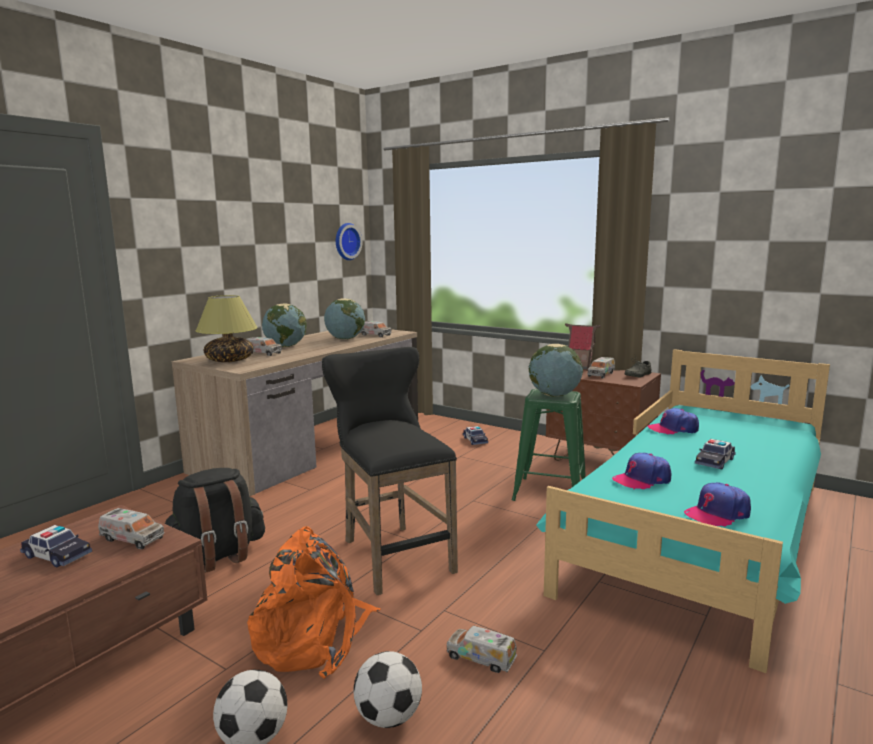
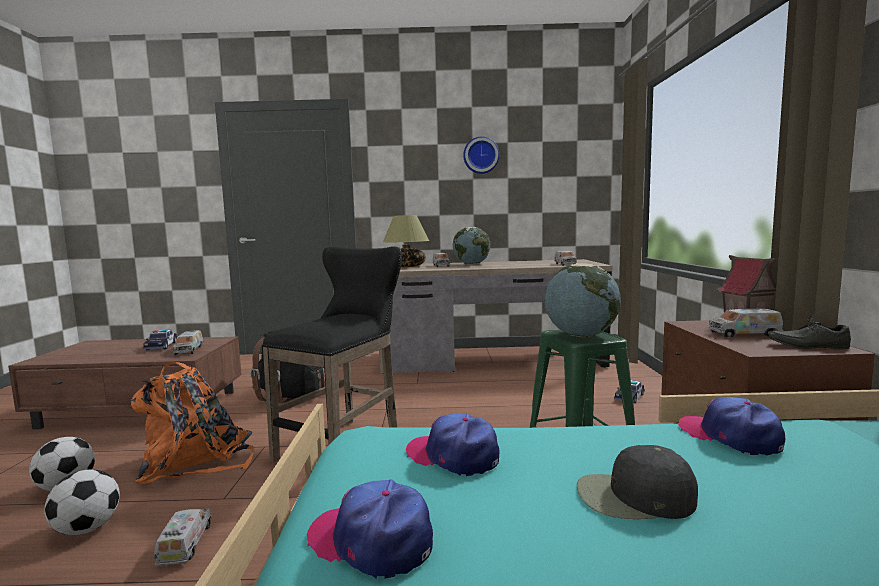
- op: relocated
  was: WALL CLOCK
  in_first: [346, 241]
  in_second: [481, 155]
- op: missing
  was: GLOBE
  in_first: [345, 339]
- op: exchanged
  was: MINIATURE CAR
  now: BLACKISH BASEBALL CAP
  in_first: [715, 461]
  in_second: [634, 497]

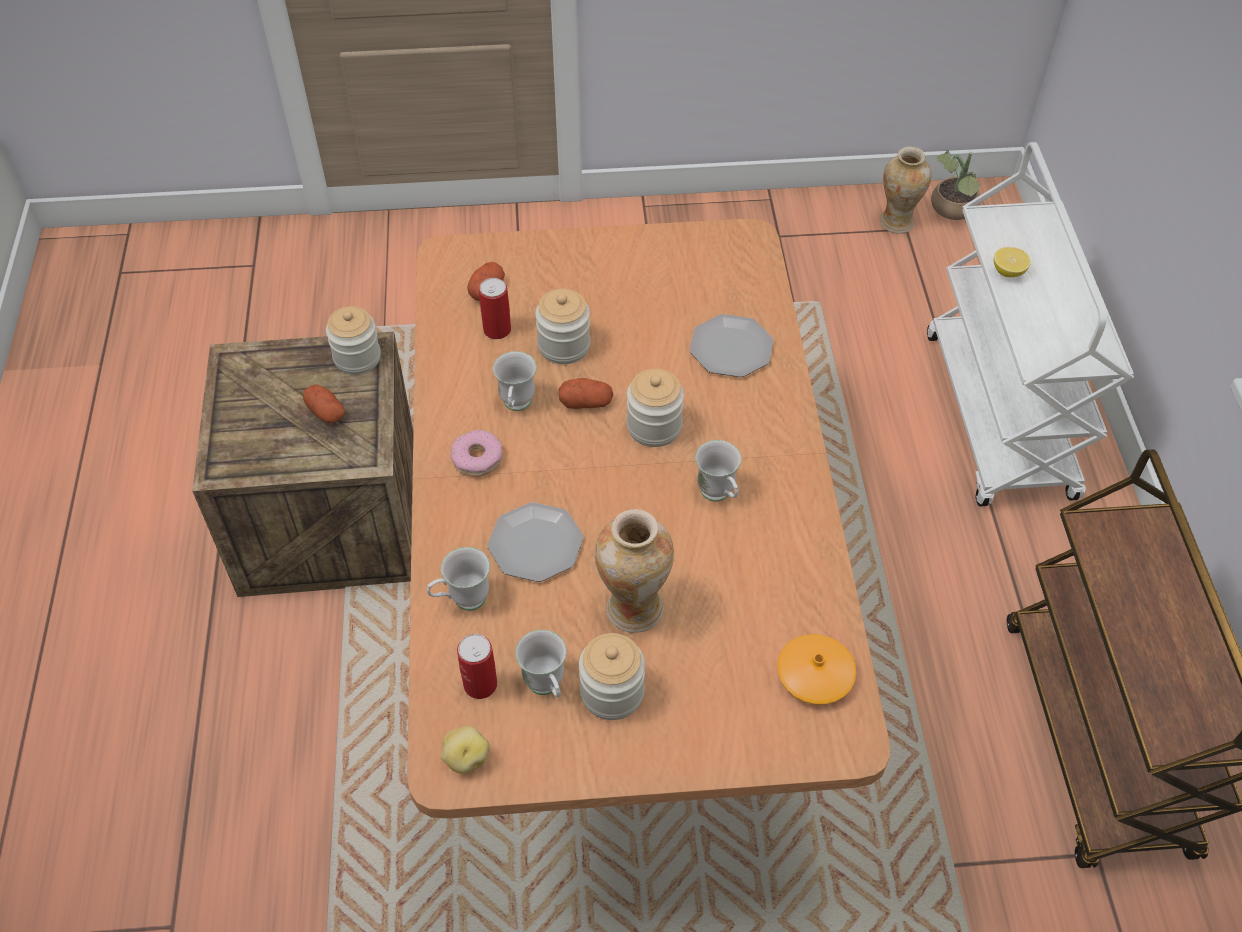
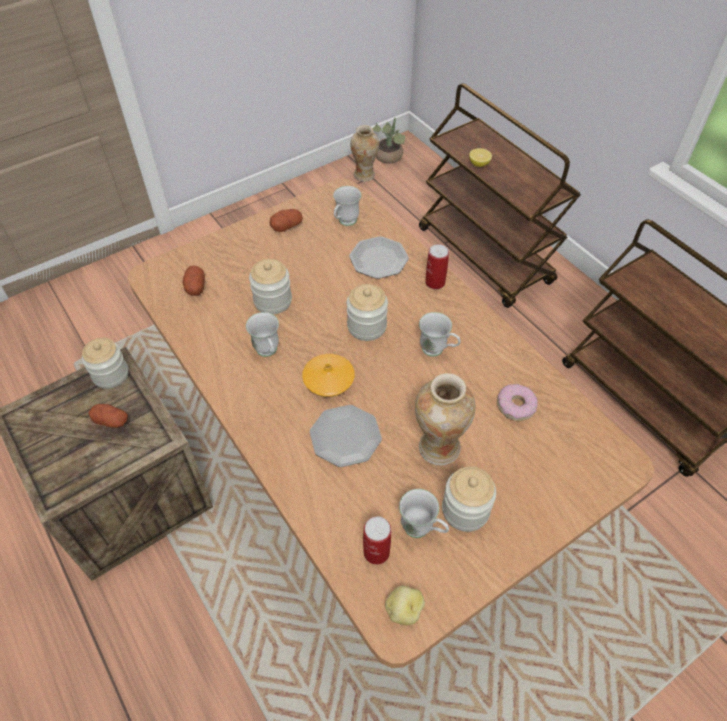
- op: colour
  was: WHITE WHEELED CART
  now: BROWN-COLOURED WHEELED CART
  in_first: [1000, 417]
  in_second: [485, 256]
- op: relocated
  was: SEALED CAN
  in_first: [497, 330]
  in_second: [435, 282]
- op: relocated
  was: SPUD
  in_first: [586, 402]
  in_second: [287, 226]
- op: relocated
  was: DONUT
  in_first: [477, 458]
  in_second: [515, 406]
- op: relocated
  was: WHITE COFFEE MUG
  in_first: [462, 601]
  in_second: [345, 223]
- op: relocated
  was: ORANGE VASE
  in_first: [815, 675]
  in_second: [328, 380]

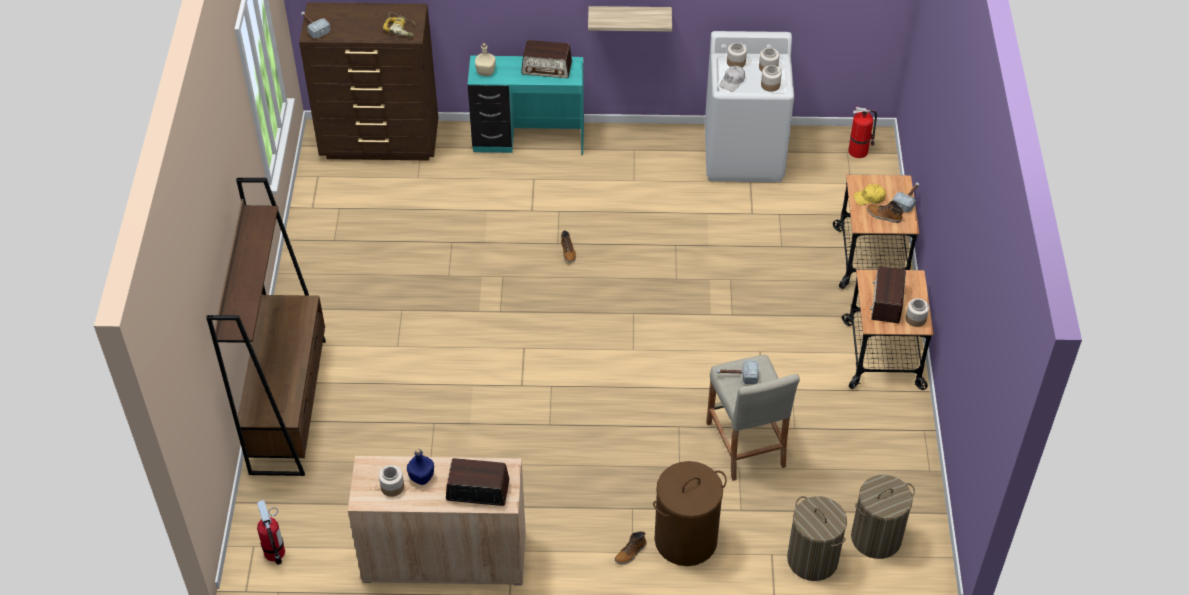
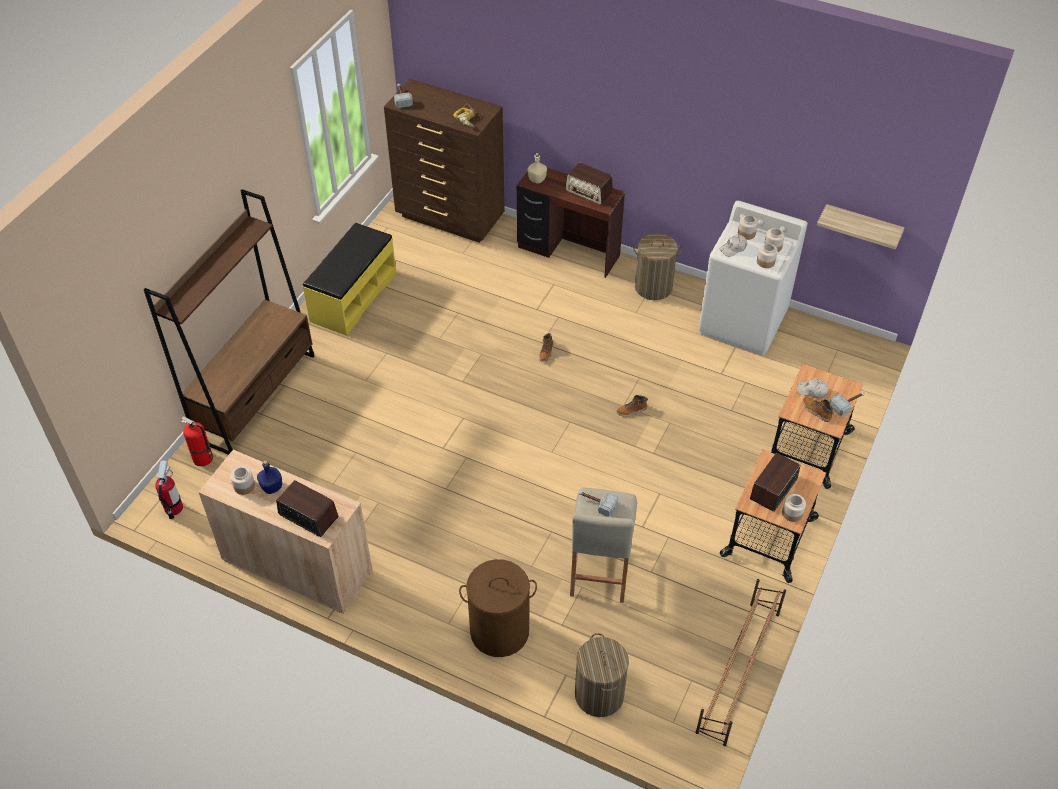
- op: relocated
  was: SHELF
  in_first: [629, 18]
  in_second: [862, 226]
- op: colour
  was: TURQUOISE DESK TABLE
  now: BROWN-COLOURED DESK TABLE
  in_first: [529, 140]
  in_second: [568, 252]
- op: relocated
  was: EXTINGUISHER
  in_first: [859, 151]
  in_second: [204, 458]
- op: colour
  was: YELLOWISH BASEBALL CAP
  now: WHITE BASEBALL CAP
  in_first: [869, 198]
  in_second: [812, 391]
- op: relocated
  was: LAUNDRY BASKET
  in_first: [876, 537]
  in_second: [653, 287]
- op: relocated
  was: HIGH-TOP BOOT
  in_first: [630, 552]
  in_second: [631, 410]
- op: appeared
  now: YELLOWISH BENCH
  in_second: [353, 297]
- op: appeared
  now: BROWN-COLOURED SHOE RACK
  in_second: [738, 672]

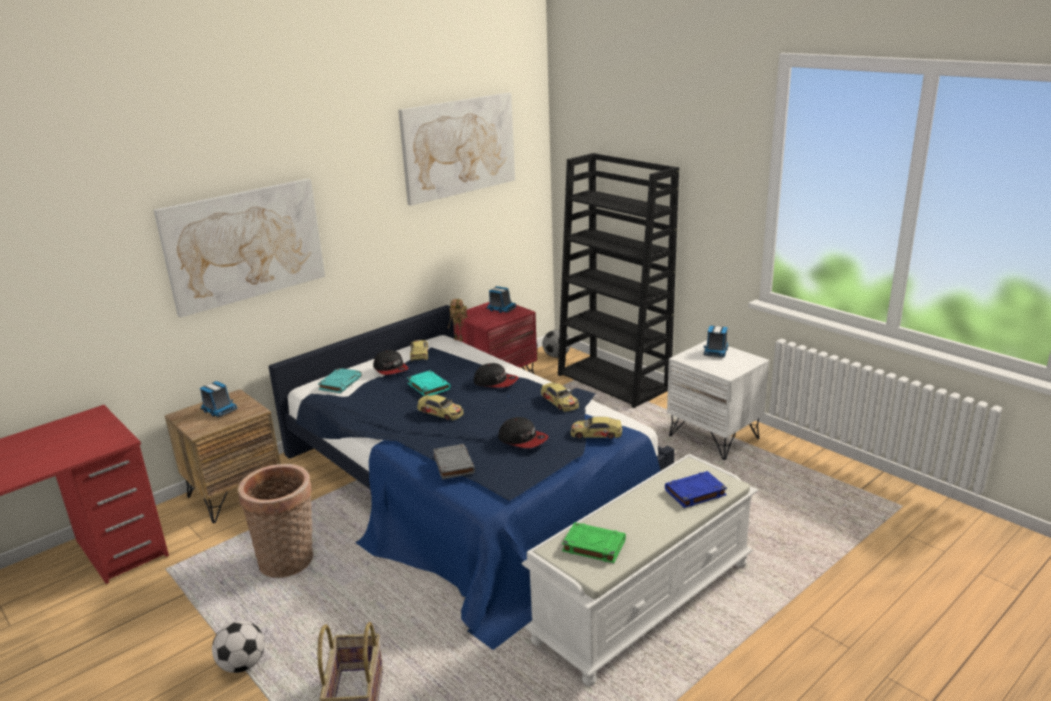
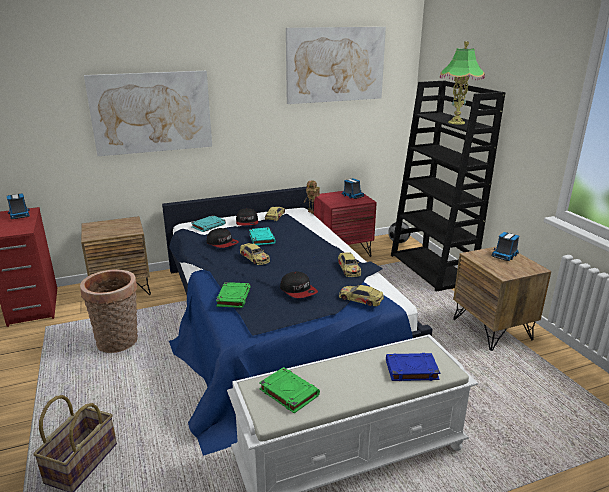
- op: colour
  was: WHITE NIGHTSTAND
  now: BROWN-COLOURED NIGHTSTAND
  in_first: [714, 437]
  in_second: [492, 329]
- op: relocated
  was: BASEBALL CAP
  in_first: [496, 382]
  in_second: [222, 243]
- op: relocated
  was: MODEL TRUCK
  in_first: [219, 410]
  in_second: [19, 215]
- op: colour
  was: GRAY VOLUME
  now: GREEN VOLUME
  in_first: [453, 464]
  in_second: [233, 297]
- op: missing
  was: FOOTBALL BALL
  in_first: [242, 665]
- op: appeared
  now: LAMP FOR A TABLE
  in_second: [456, 122]

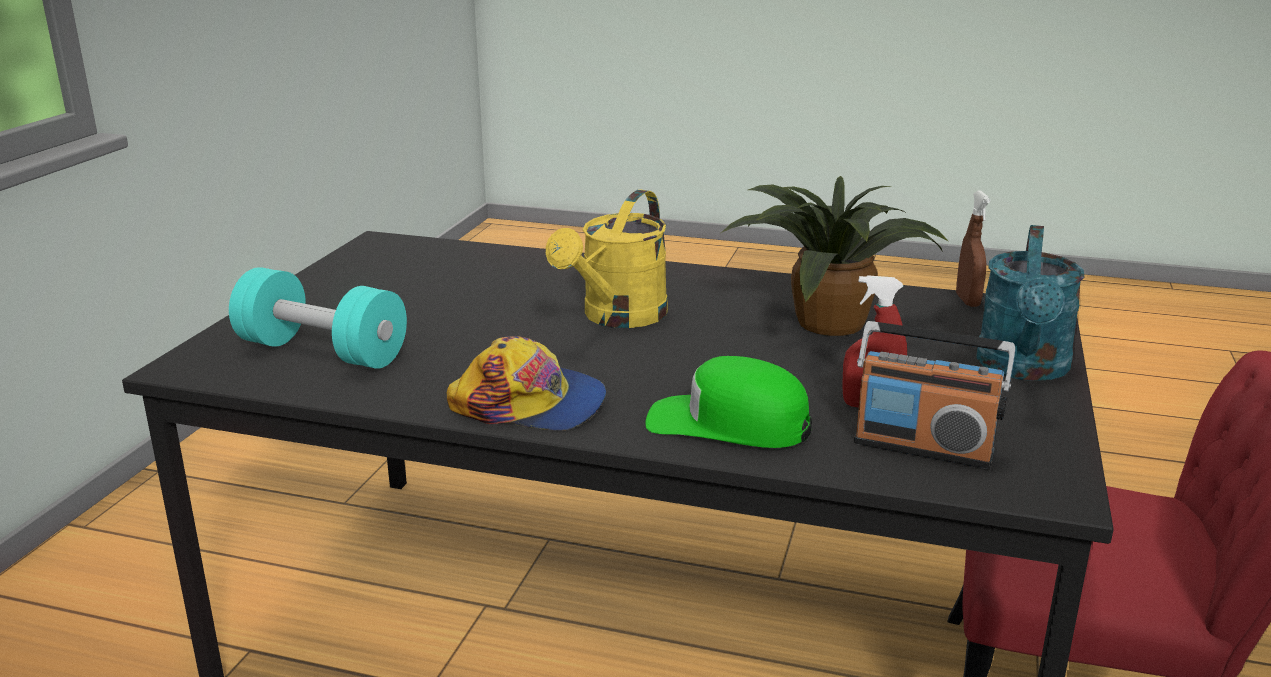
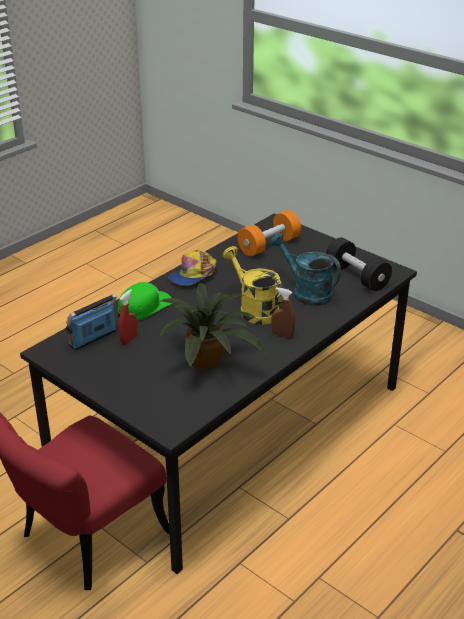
- op: relocated
  was: BROWN-COLOURED SPRAYER
  in_first: [967, 301]
  in_second: [282, 335]
- op: relocated
  was: TURQUOISE WATERING CAN
  in_first: [1023, 368]
  in_second: [306, 292]
- op: colour
  was: TURQUOISE DUMBBELL
  now: ORANGE DUMBBELL
  in_first: [322, 351]
  in_second: [269, 245]
- op: appeared
  now: BLACKISH DUMBBELL
  in_second: [356, 277]

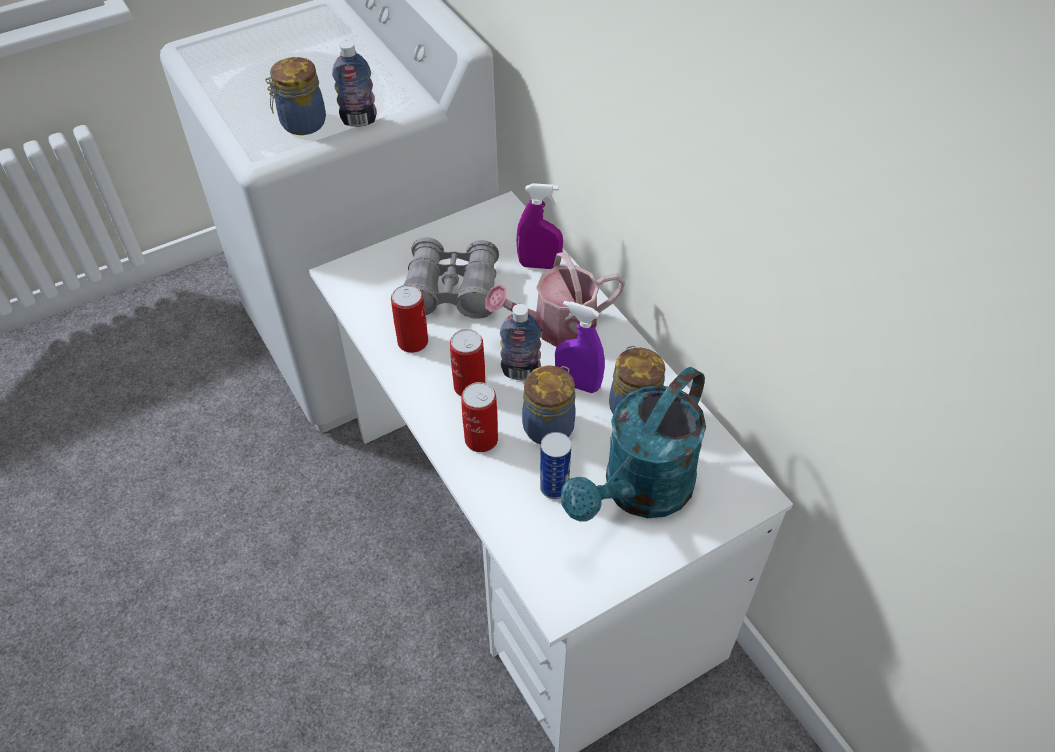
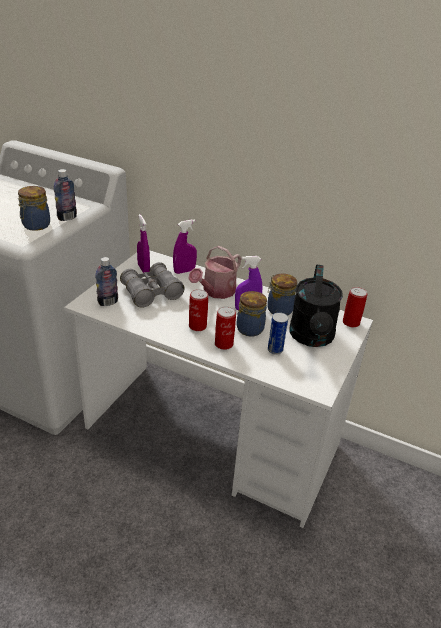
- op: relocated
  was: SEALED CAN
  in_first: [413, 341]
  in_second: [351, 322]
- op: relocated
  was: DRINK BOTTLE
  in_first: [520, 372]
  in_second: [108, 302]
- op: colour
  was: TURQUOISE WATERING CAN
  now: BLACKISH WATERING CAN
  in_first: [639, 493]
  in_second: [312, 338]
- op: appeared
  now: PURPLE SPRAYER
  in_second: [143, 269]

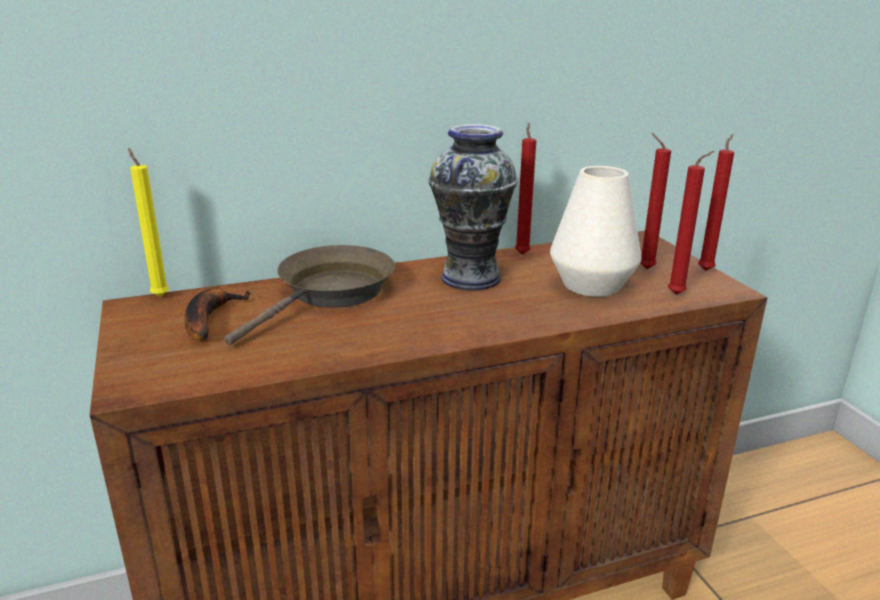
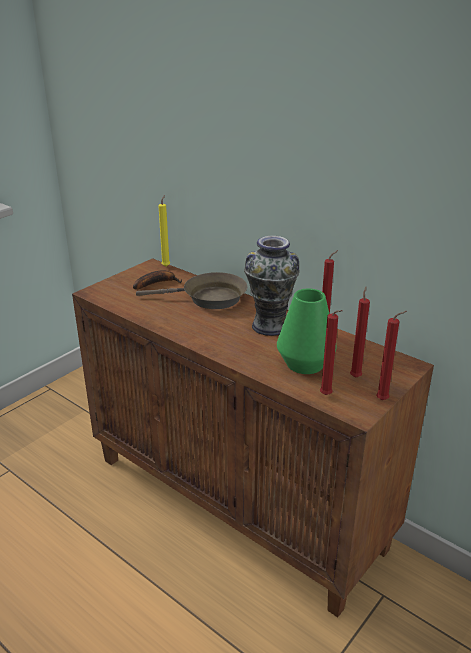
- op: colour
  was: WHITE VASE
  now: GREEN VASE
  in_first: [592, 285]
  in_second: [305, 364]

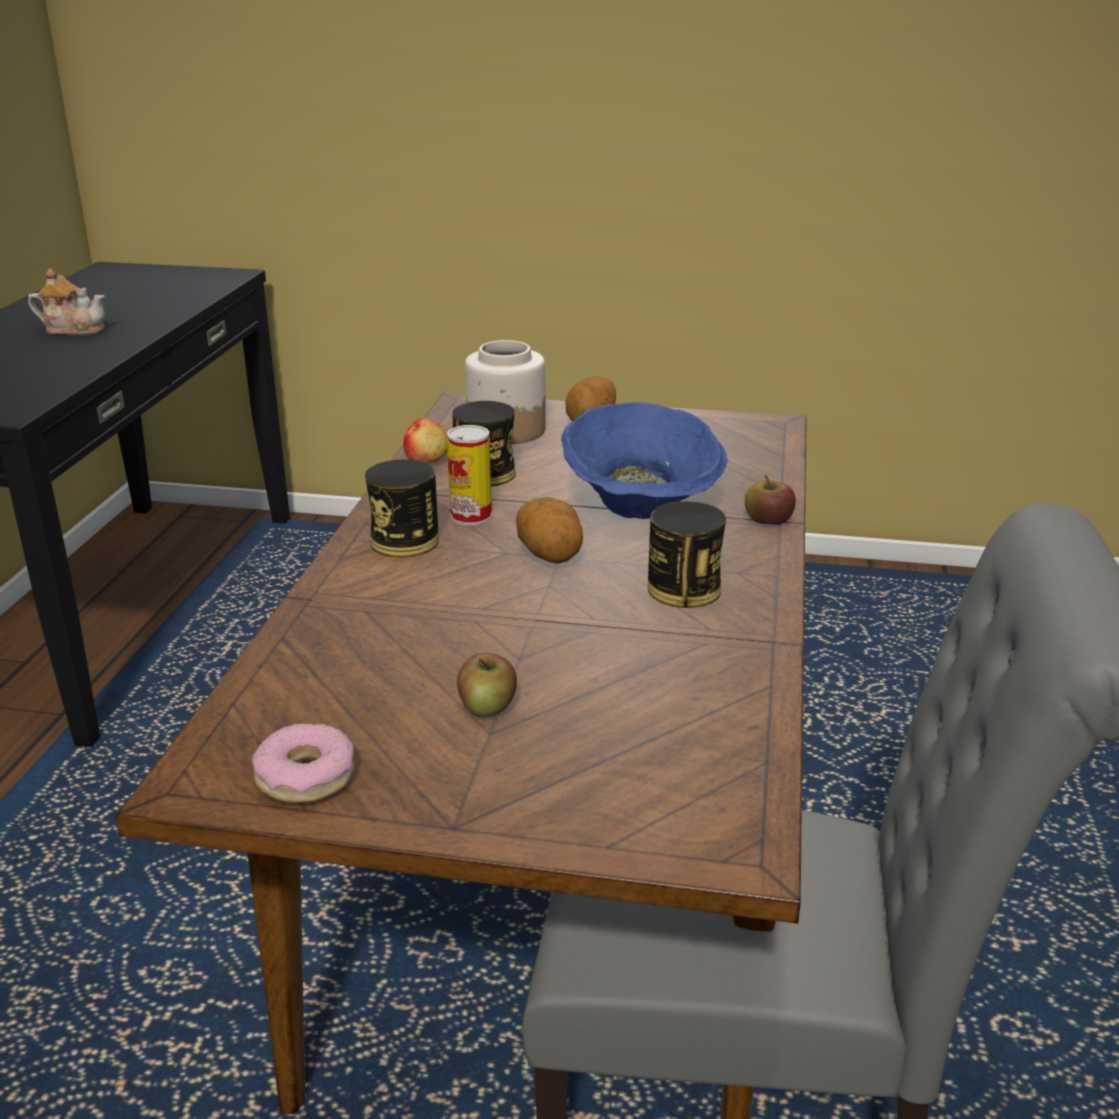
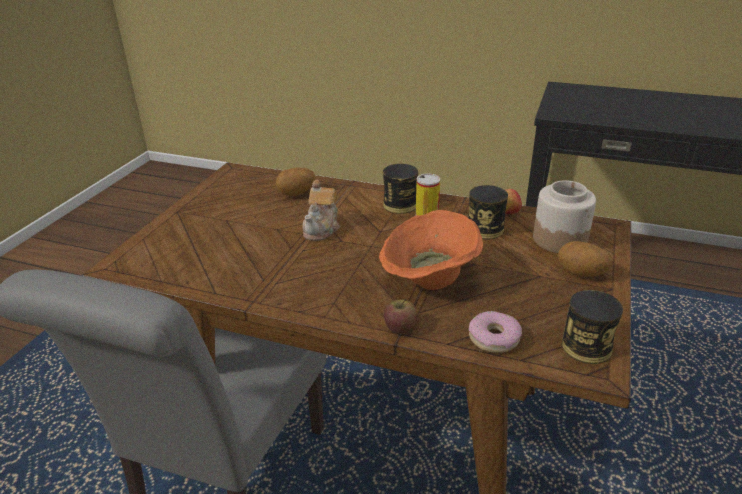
- op: relocated
  was: POT FOR TEA
  in_first: [74, 329]
  in_second: [322, 228]
- op: colour
  was: BLUISH DEEP DISH
  now: ORANGE DEEP DISH
  in_first: [642, 508]
  in_second: [428, 279]
- op: relocated
  was: SPUD
  in_first: [550, 556]
  in_second: [296, 194]
- op: relocated
  was: SEALED CAN
  in_first: [684, 589]
  in_second: [586, 347]
- op: missing
  was: APPLE FRUIT
  in_first: [487, 707]
- op: relocated
  was: DONUT
  in_first: [305, 776]
  in_second: [494, 338]

